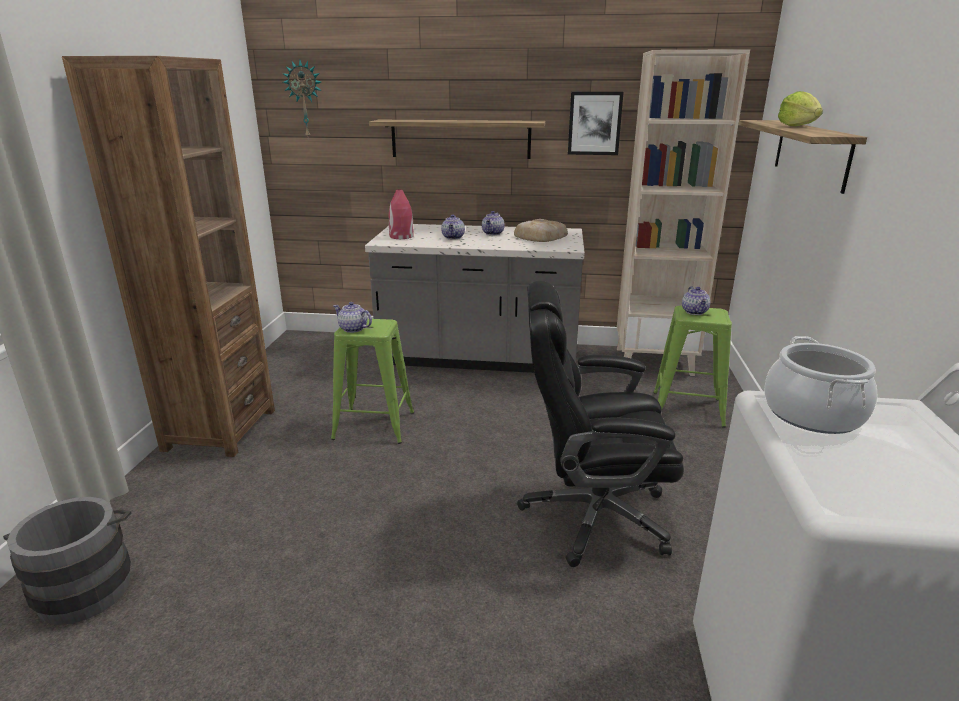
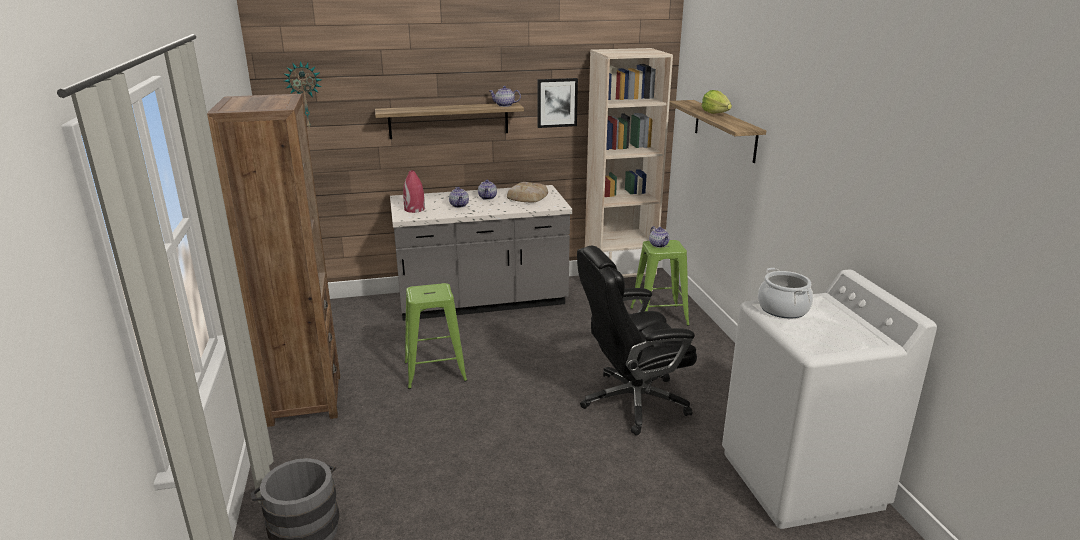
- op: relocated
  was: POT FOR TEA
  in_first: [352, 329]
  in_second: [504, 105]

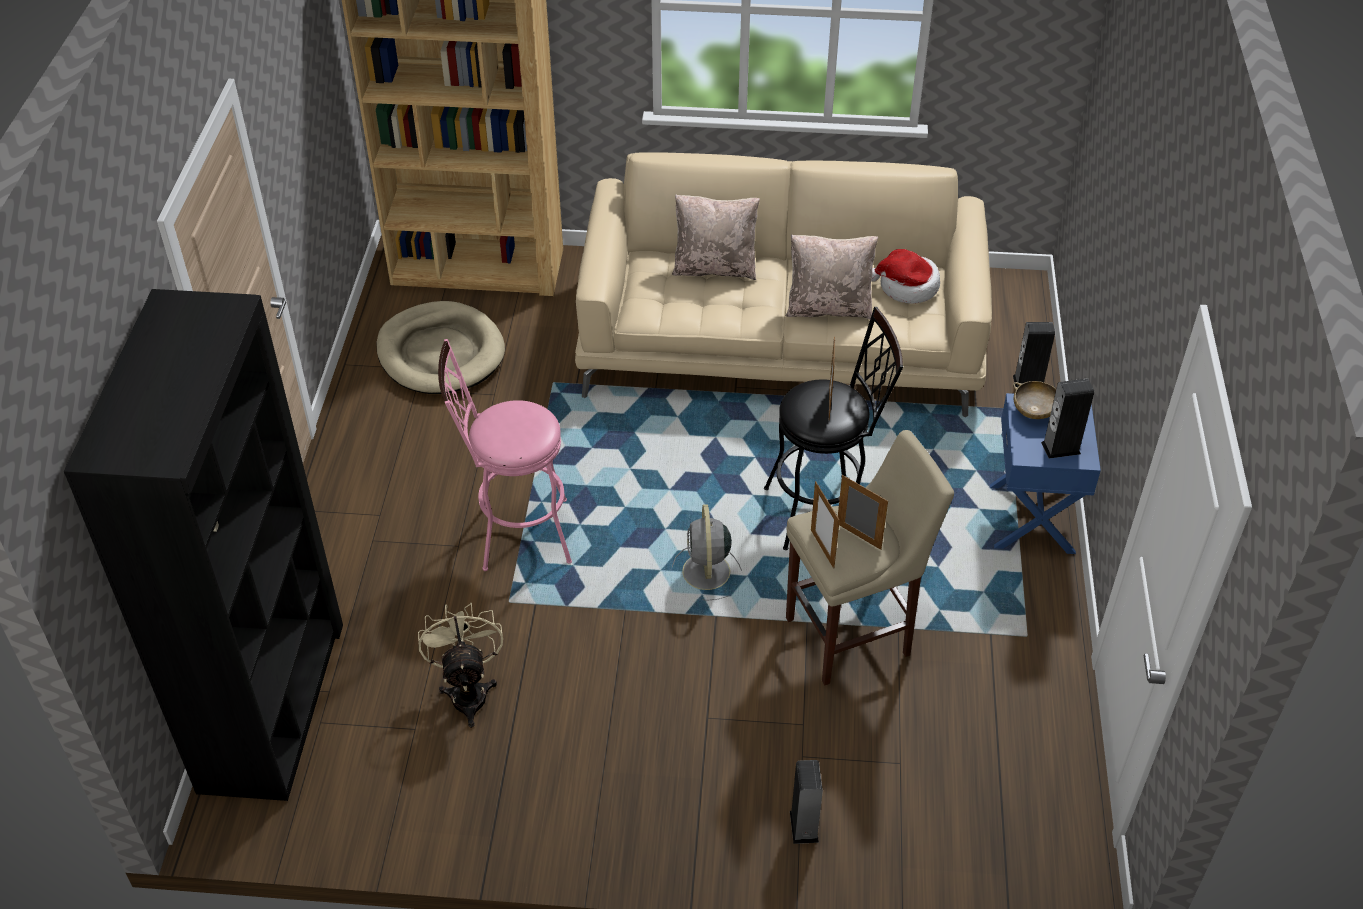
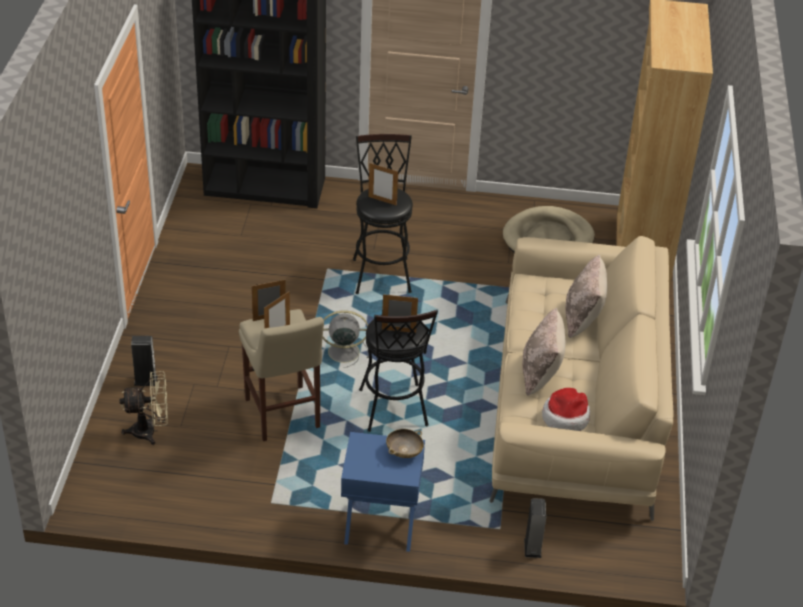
- op: colour
  was: PINK STOOL
  now: BLACKISH STOOL
  in_first: [515, 534]
  in_second: [381, 271]
- op: missing
  was: AUDIO SPEAKER
  in_first: [1061, 448]
- op: relocated
  was: BEIGE-COLOURED ELECTRIC FAN
  in_first: [468, 691]
  in_second: [150, 431]
- op: appeared
  now: PICTURE FRAME
  in_second: [382, 201]

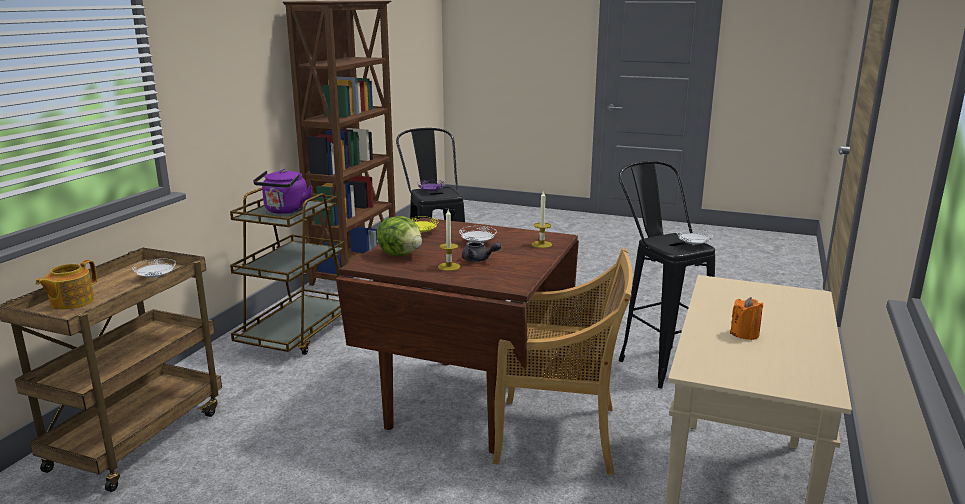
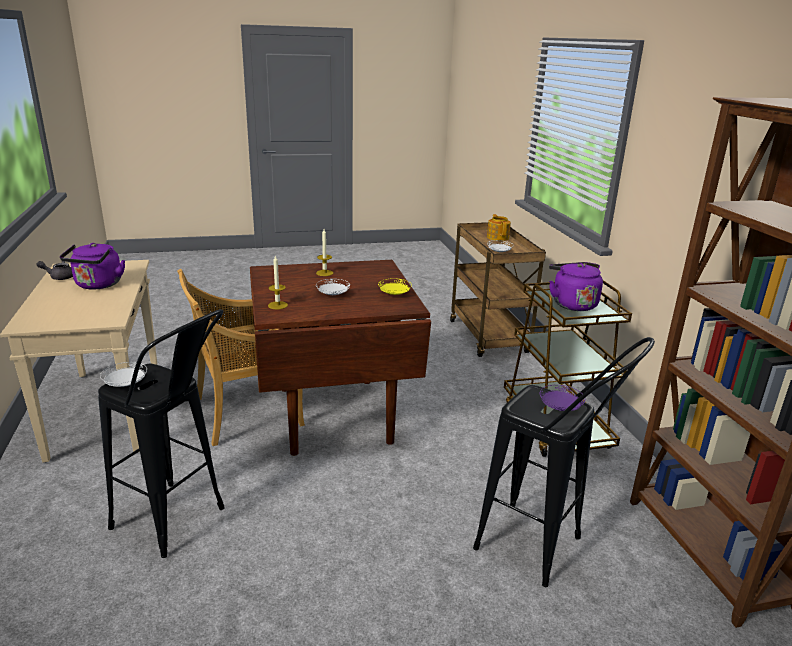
- op: missing
  was: LETTUCE HEAD
  in_first: [401, 254]
- op: relocated
  was: GRAY POT FOR TEA
  in_first: [479, 260]
  in_second: [59, 277]
- op: exchanged
  was: ORANGE CANDLE
  now: PURPLE KETTLE
  in_first: [744, 334]
  in_second: [98, 285]

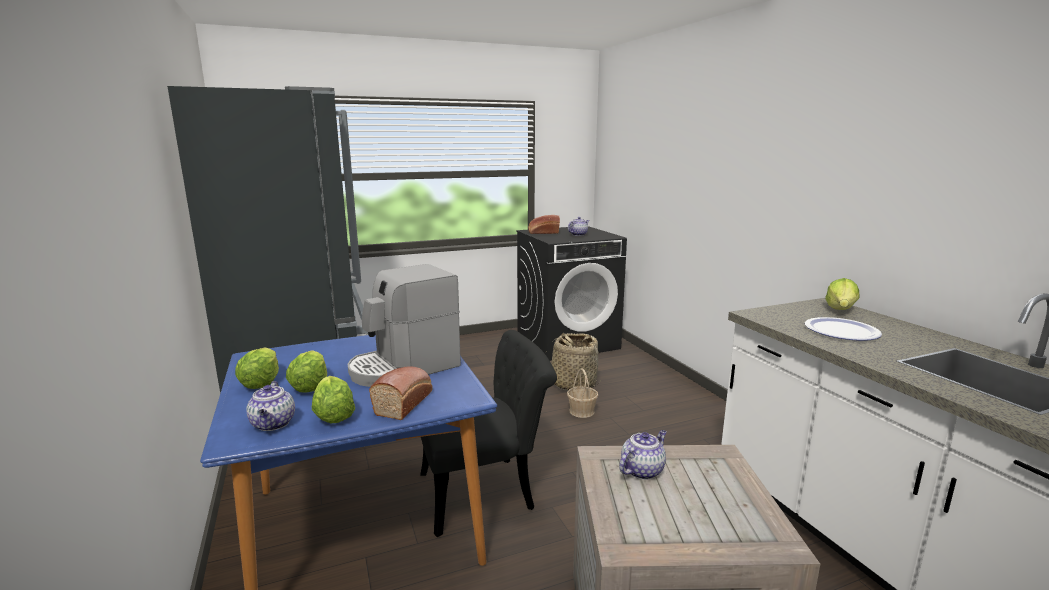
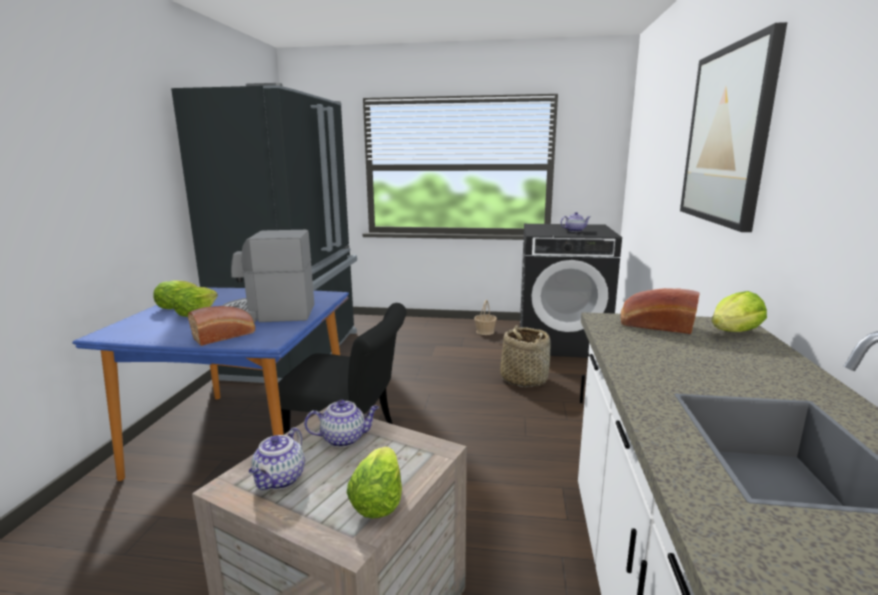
- op: relocated
  was: BAKED BREAD
  in_first: [543, 232]
  in_second: [655, 325]
- op: missing
  was: PLATE
  in_first: [841, 331]
- op: relocated
  was: HOUSEHOLD BASKET
  in_first: [582, 411]
  in_second: [485, 331]
- op: relocated
  was: LETTUCE HEAD
  in_first: [333, 416]
  in_second: [378, 501]
- op: relocated
  was: POT FOR TEA
  in_first: [273, 424]
  in_second: [280, 480]
- op: appeared
  now: PICTURE
  in_second: [727, 136]

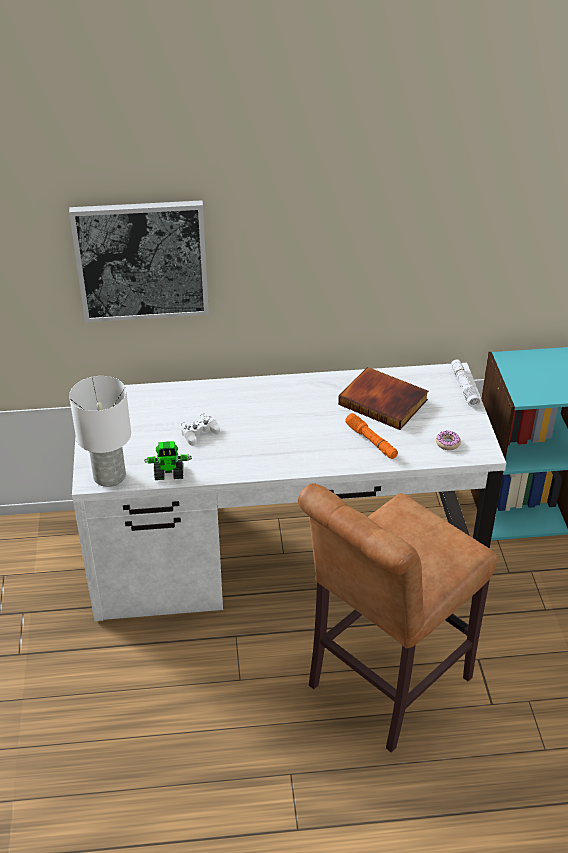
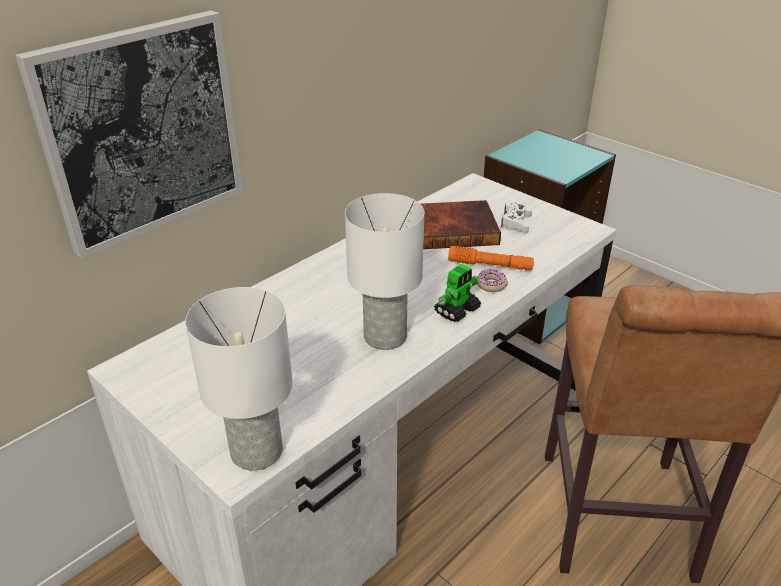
- op: missing
  was: WHITE TORCH
  in_first: [464, 387]
- op: relocated
  was: WHITE JOYPAD
  in_first: [199, 433]
  in_second: [516, 222]
- op: relocated
  was: DONUT
  in_first: [447, 443]
  in_second: [491, 285]
- op: relocated
  was: MODEL ROBOT
  in_first: [169, 473]
  in_second: [457, 310]
- op: appeared
  now: WHITE LAMP FOR A TABLE
  in_second: [385, 336]

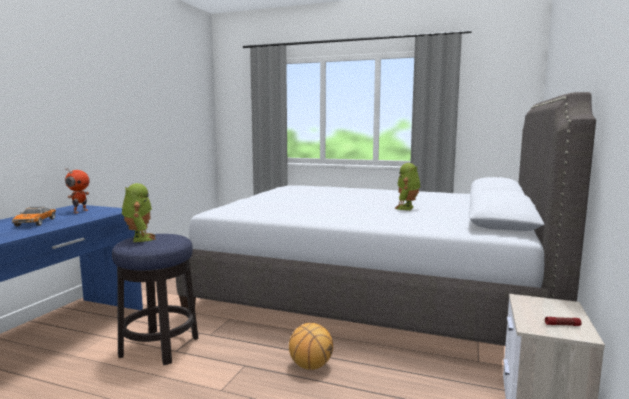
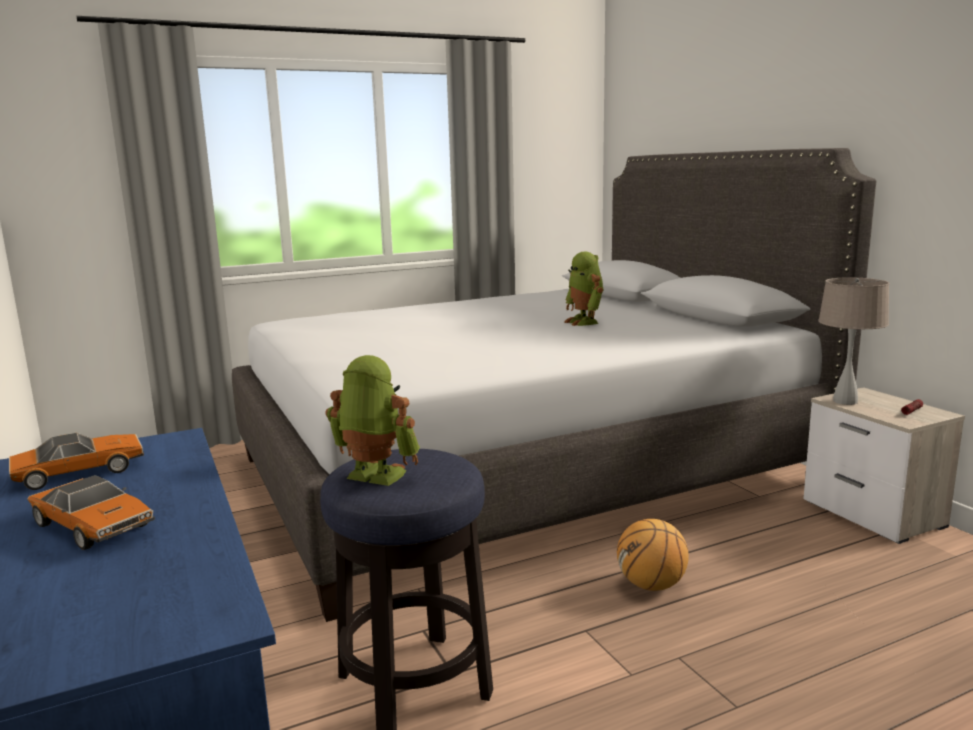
- op: exchanged
  was: MODEL ROBOT
  now: MINIATURE CAR
  in_first: [80, 211]
  in_second: [80, 472]
- op: appeared
  now: BEIGE-COLOURED LAMP FOR A TABLE
  in_second: [845, 401]

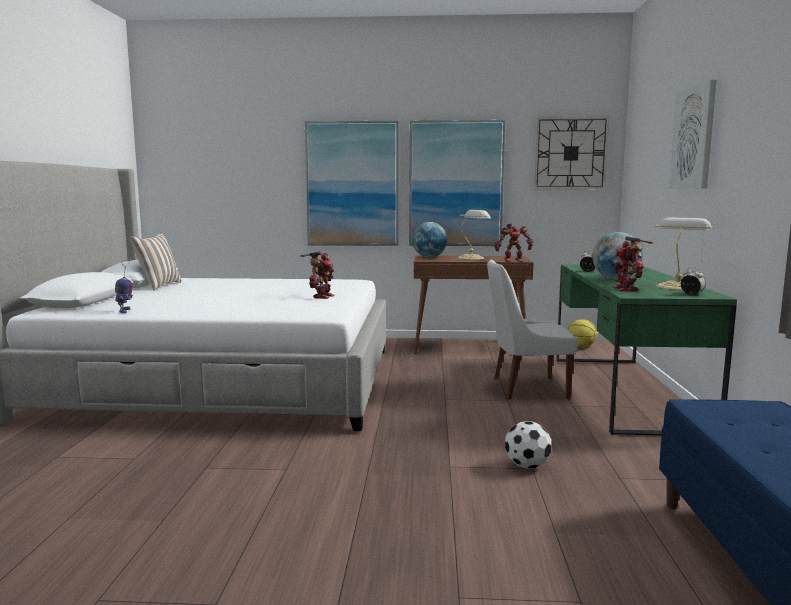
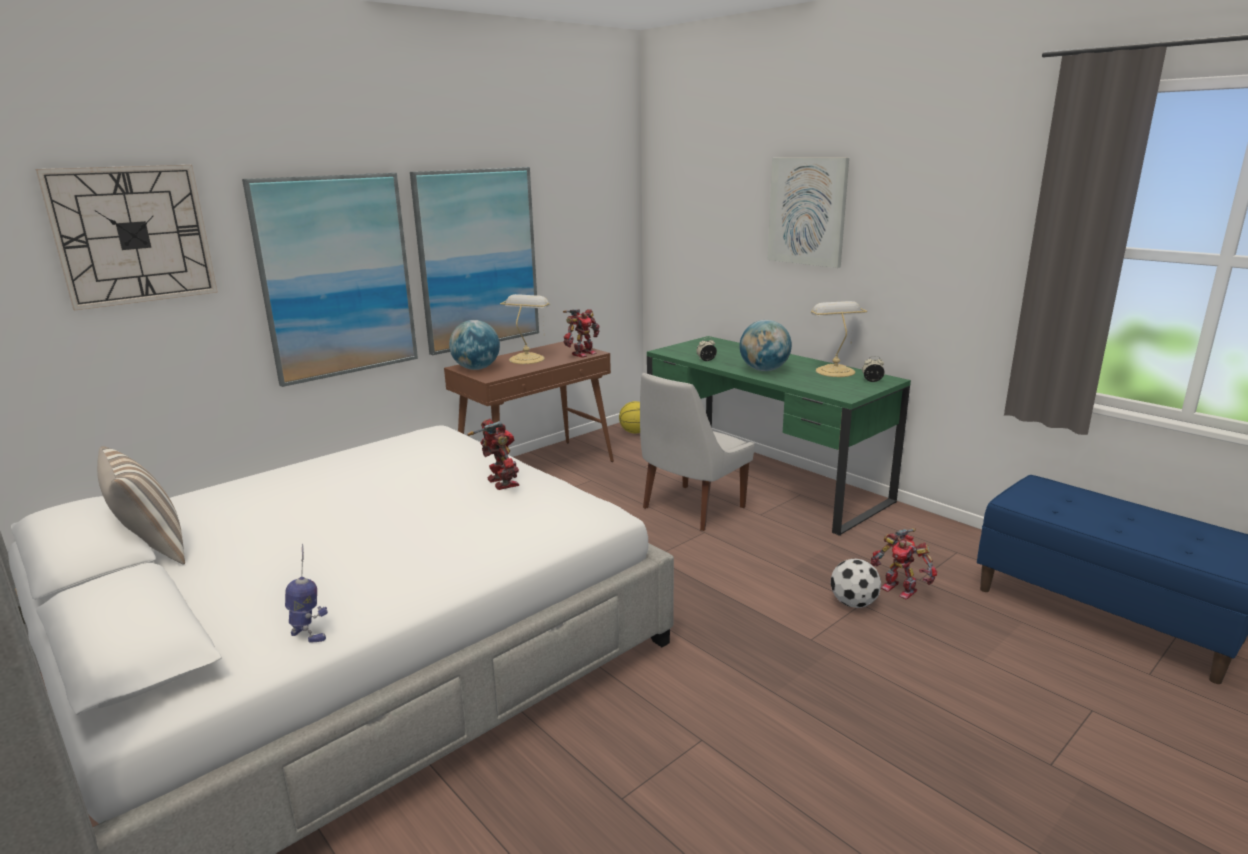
- op: relocated
  was: WALL CLOCK
  in_first: [570, 153]
  in_second: [133, 235]
- op: relocated
  was: MODEL ROBOT
  in_first: [627, 289]
  in_second: [900, 589]

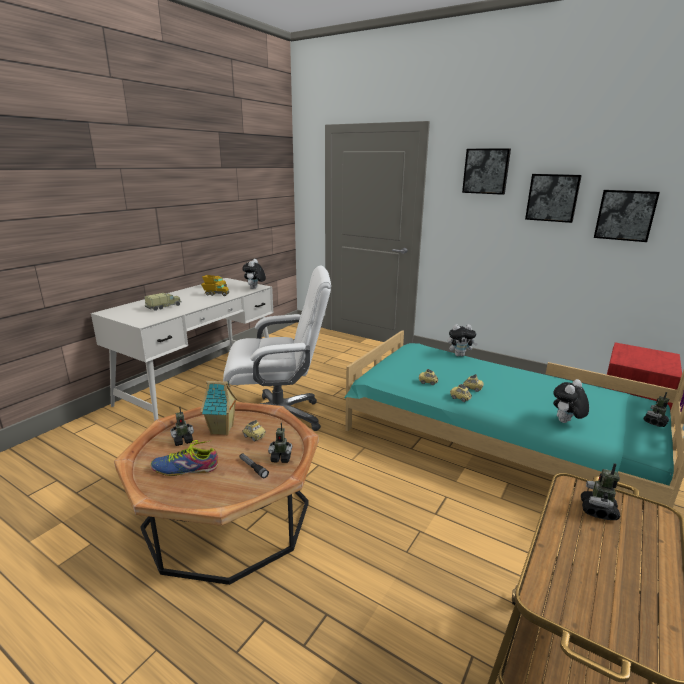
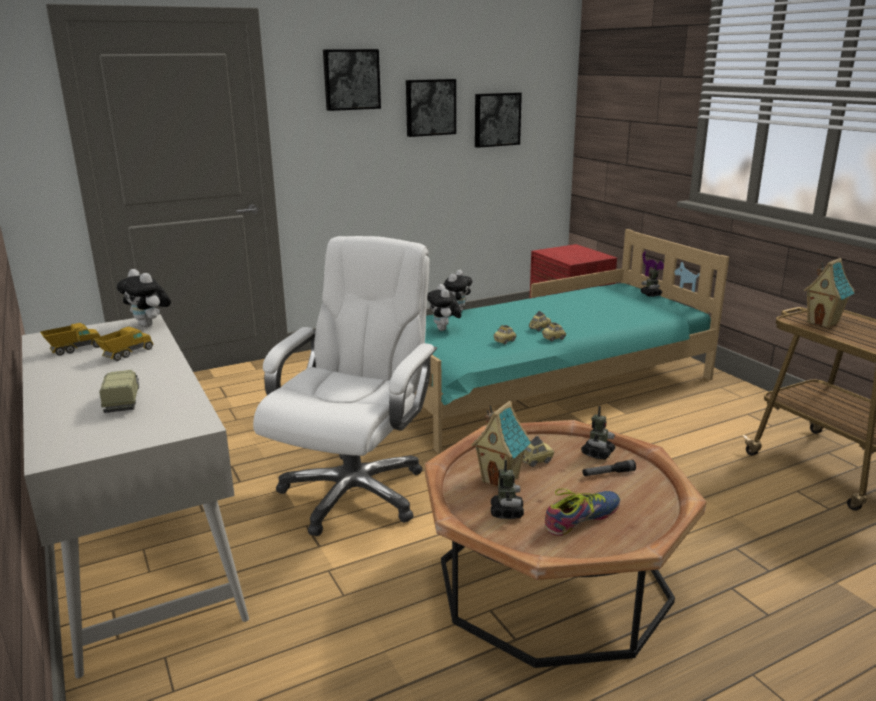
- op: relocated
  was: CUDDLY TOY
  in_first: [566, 422]
  in_second: [444, 329]
- op: spun
  was: LOW SHOE
  in_first: [185, 468]
  in_second: [581, 518]
  clockwise: -150
- op: exchanged
  was: MODEL ROBOT
  now: TOY HOUSE
  in_first: [598, 510]
  in_second: [823, 323]

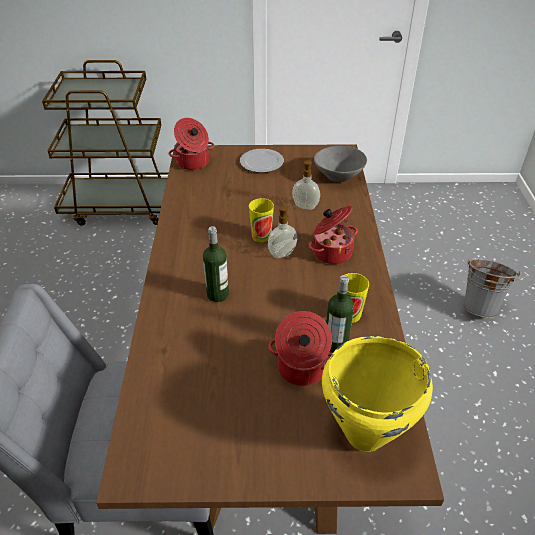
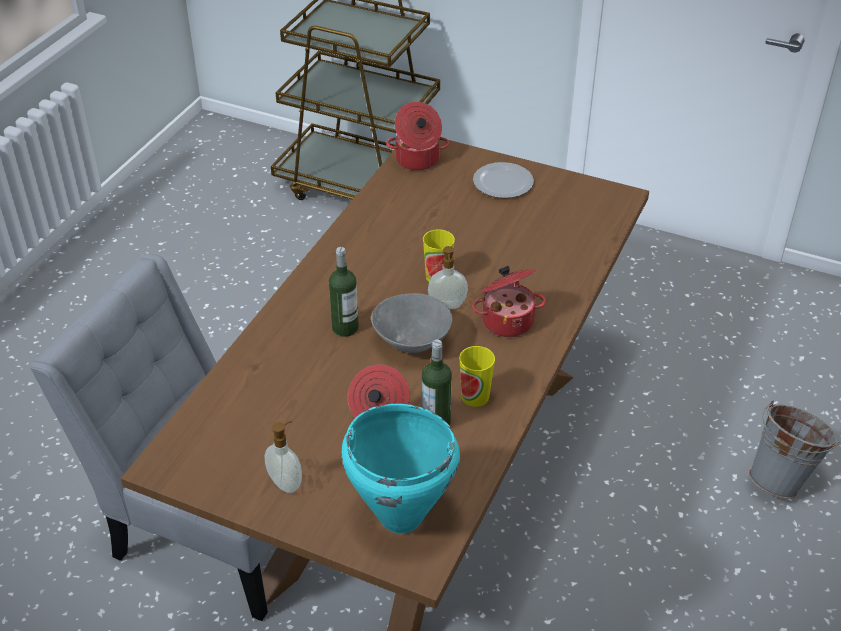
- op: relocated
  was: GRAY DEEP DISH
  in_first: [338, 176]
  in_second: [411, 342]
- op: relocated
  was: SOAP BOTTLE
  in_first: [305, 206]
  in_second: [286, 482]
- op: colour
  was: YELLOWISH COOKING POT
  now: TURQUOISE COOKING POT
  in_first: [364, 434]
  in_second: [400, 515]

